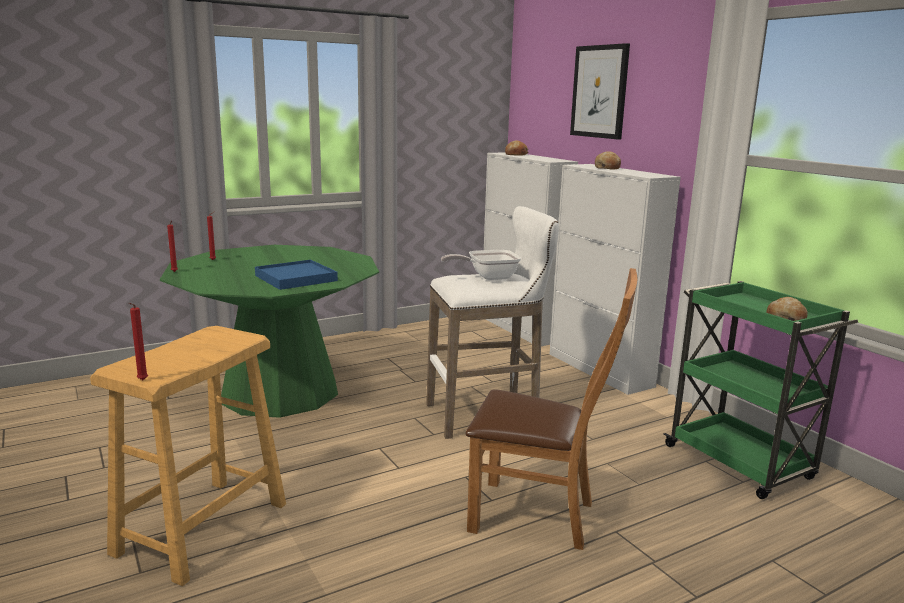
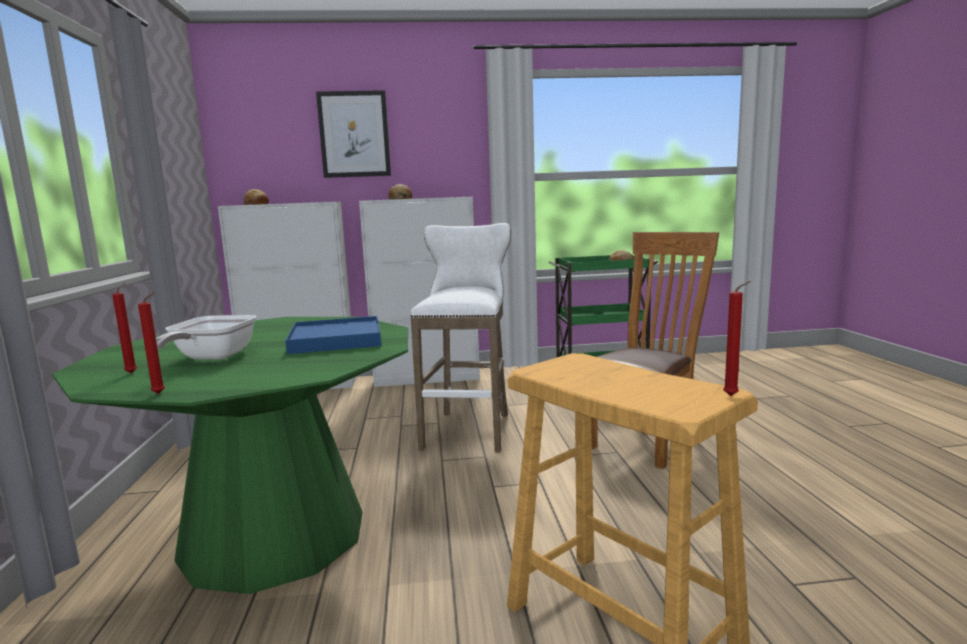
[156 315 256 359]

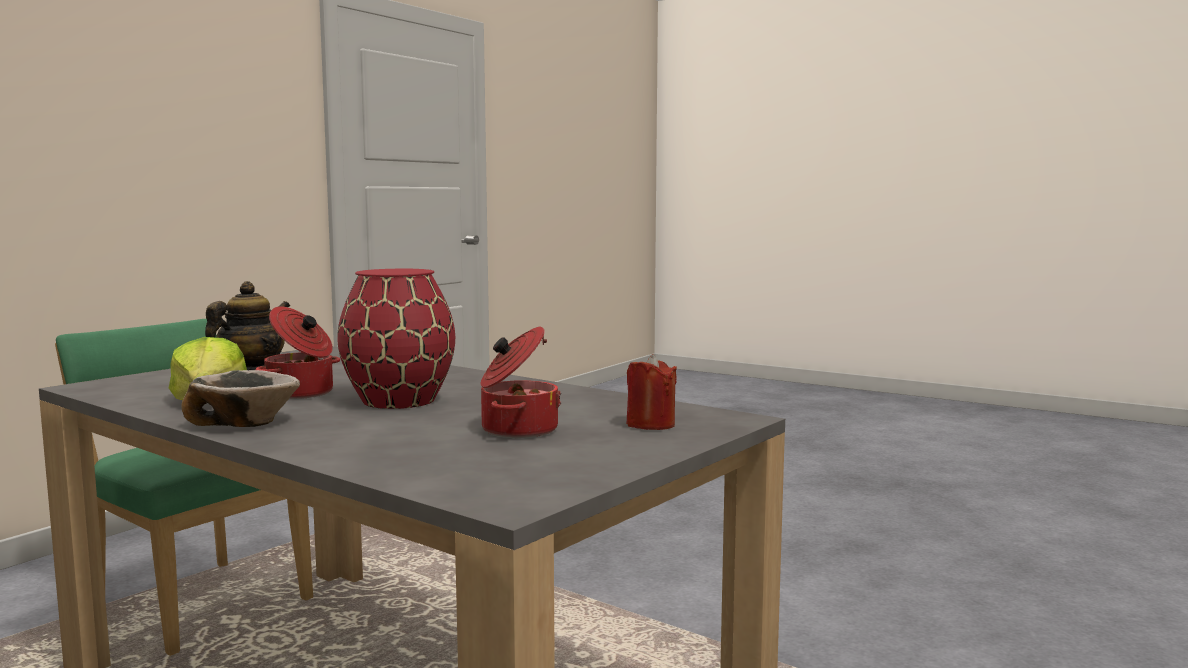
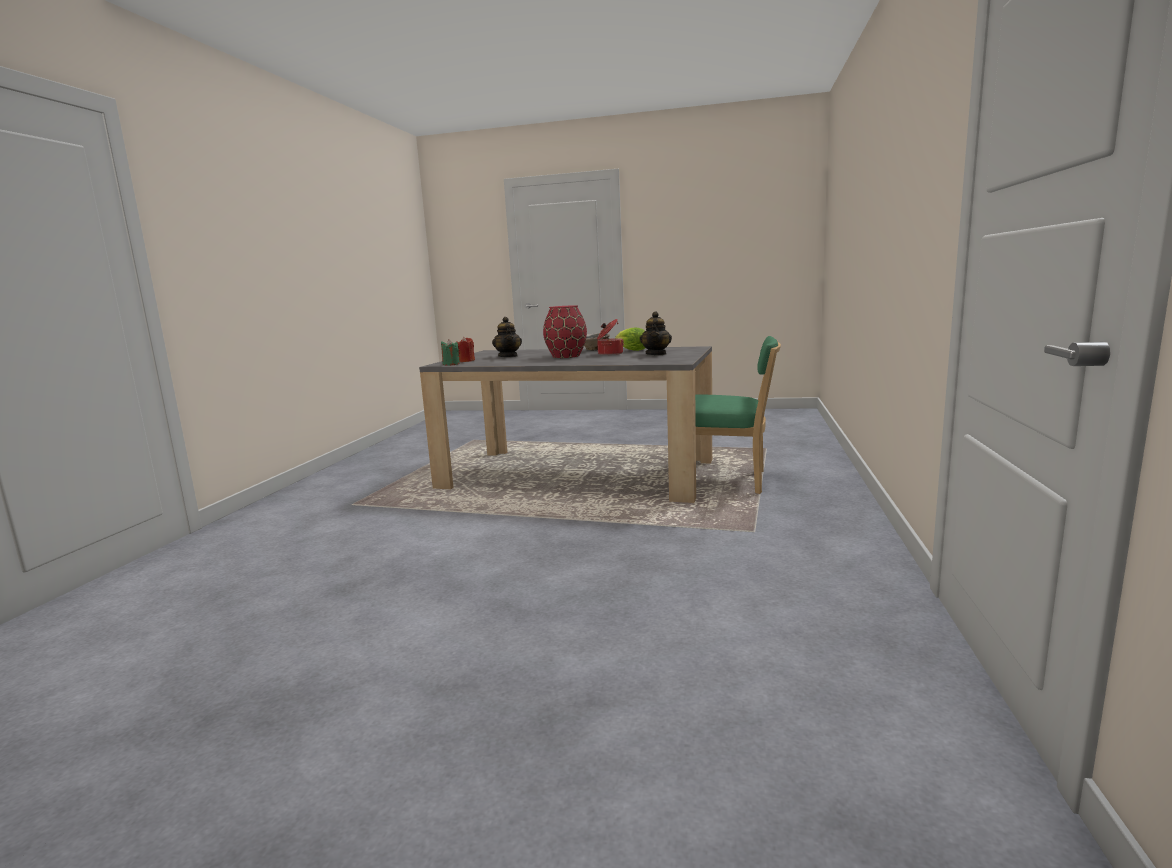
[492 317 522 357]
[441 339 460 366]

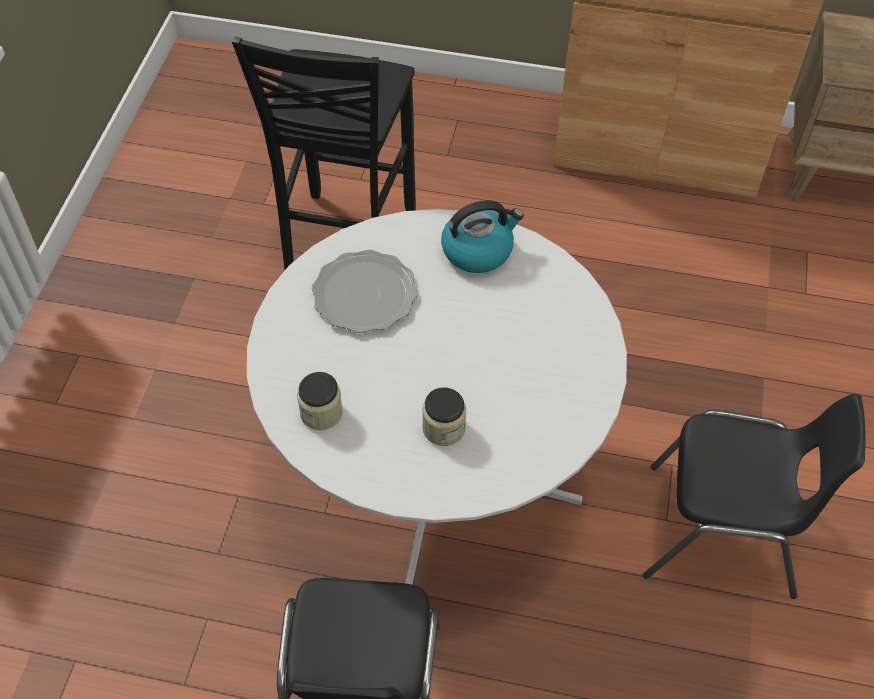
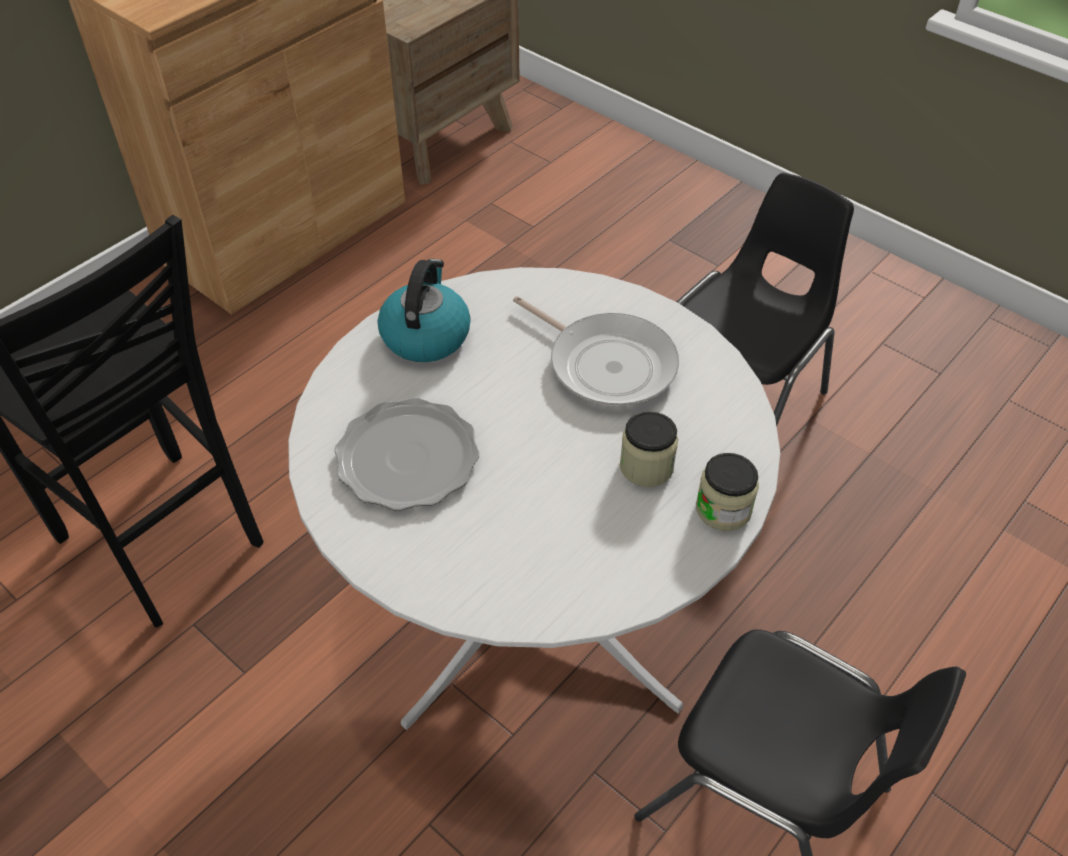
[696 453 759 531]
[513 296 679 406]

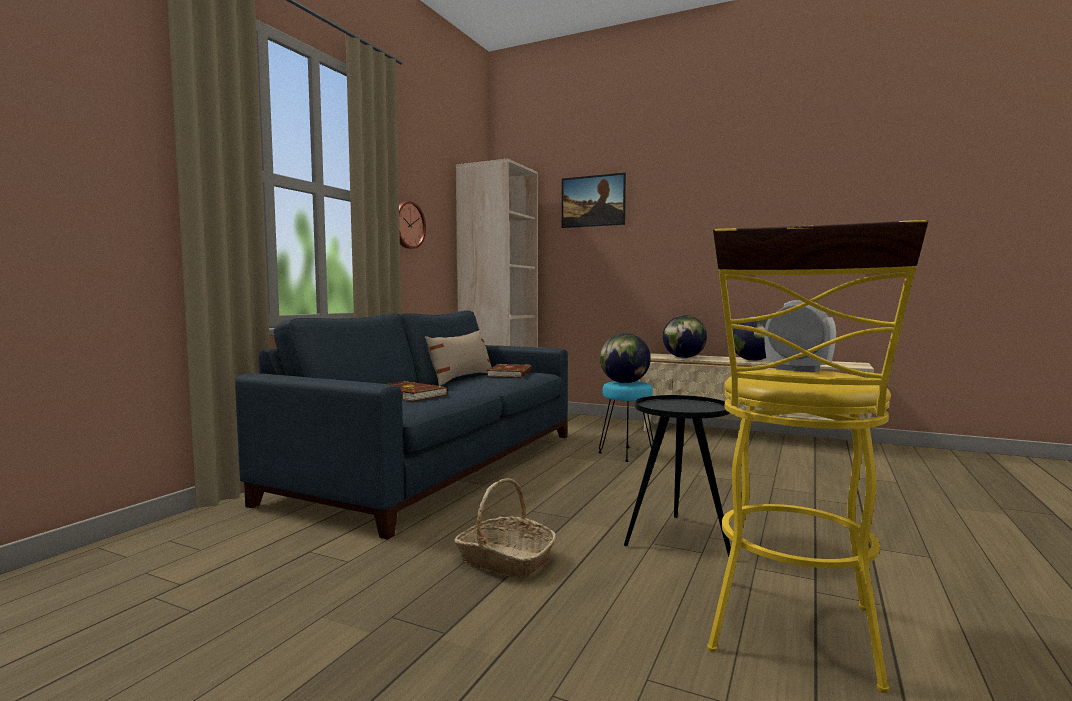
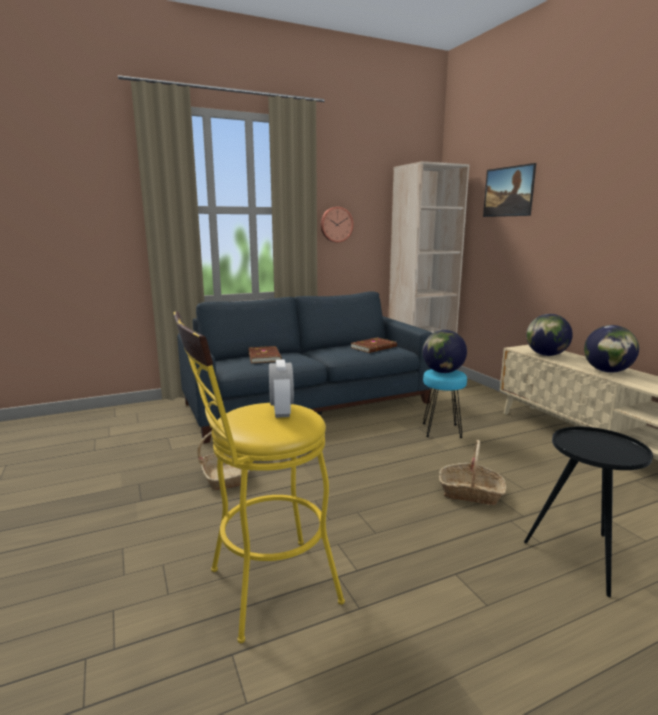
[425 330 492 386] (first image)
[524 427 653 597]
[439 440 507 505]

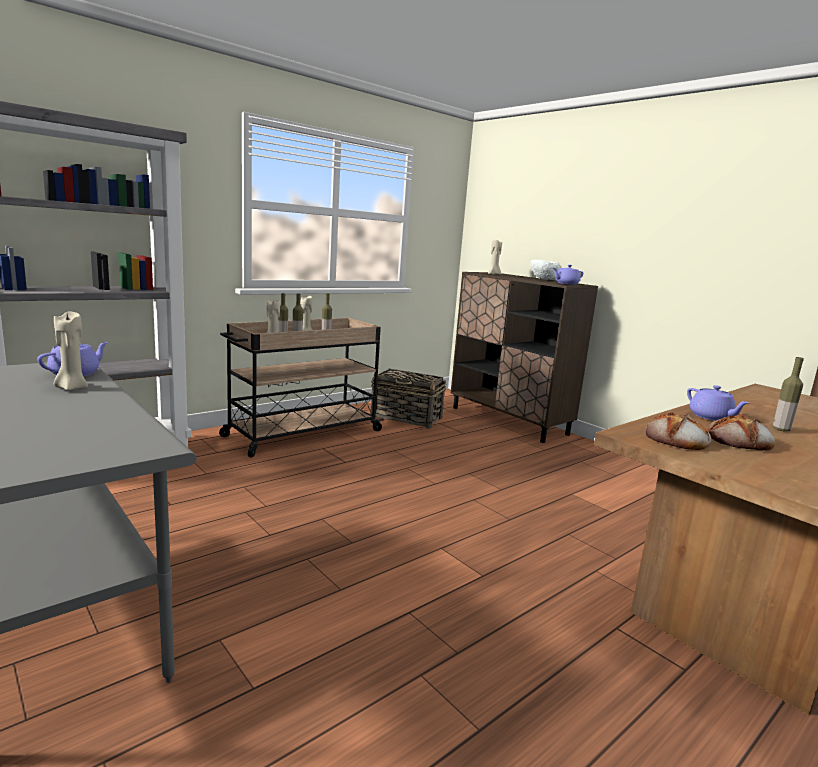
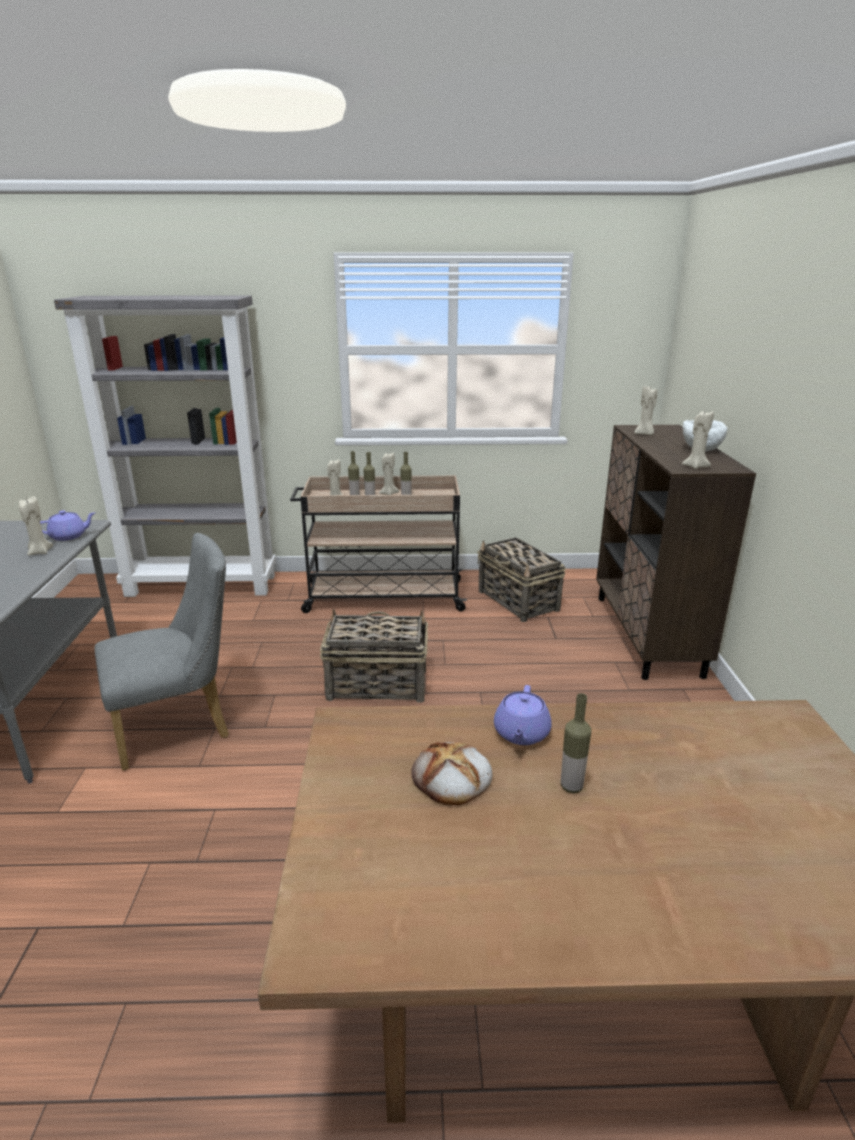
[682 411 714 469]
[646 412 711 450] (first image)
[94 533 229 771]
[320 609 428 703]

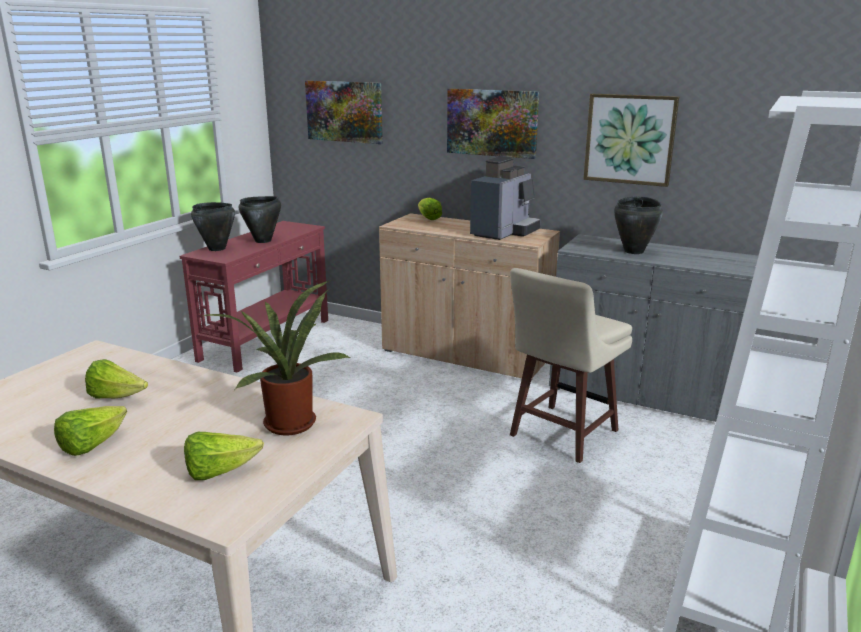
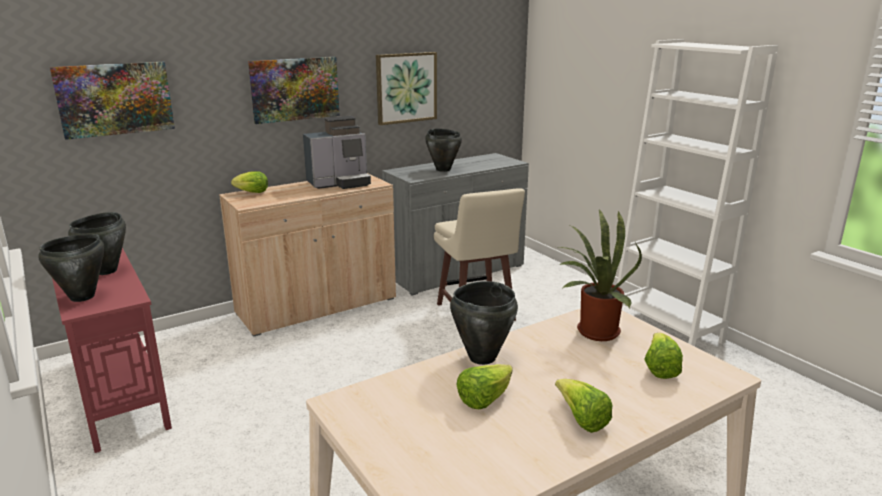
[303 116 371 189]
[450 281 518 365]

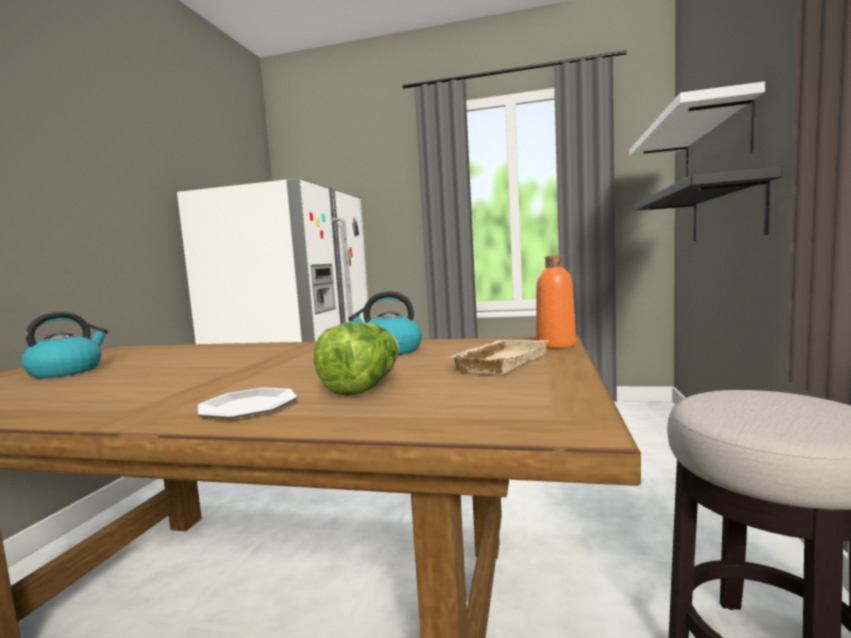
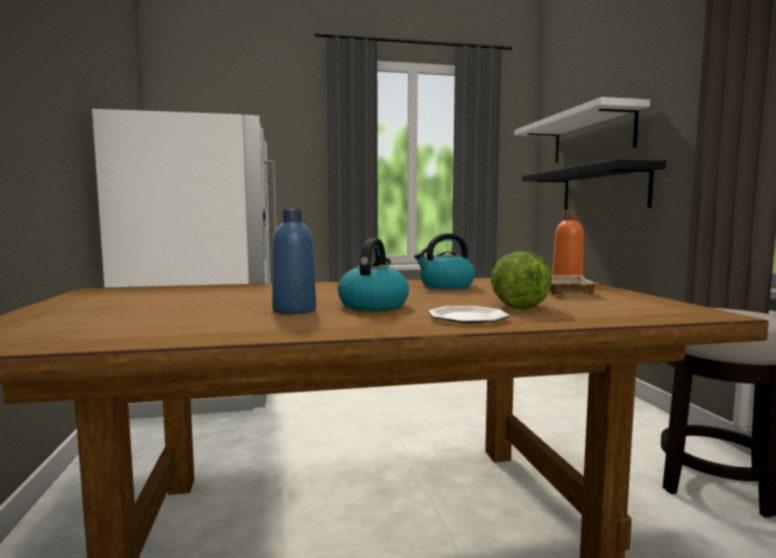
[338 238 409 311]
[272 209 316 314]

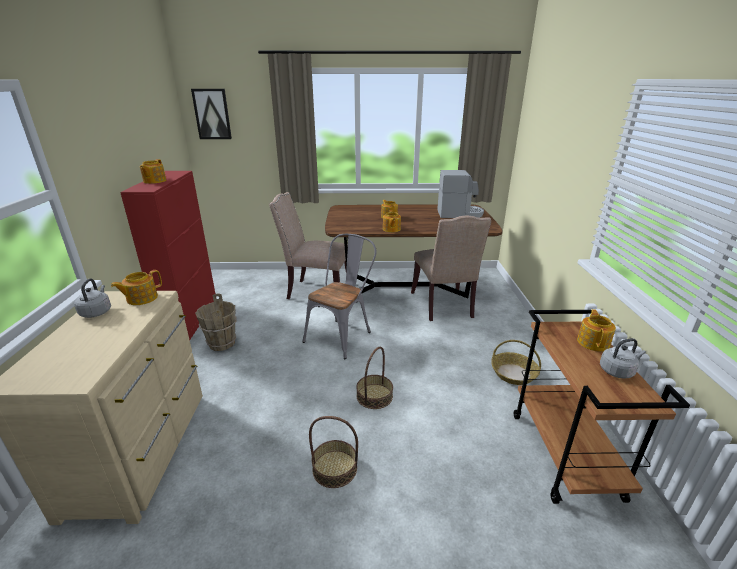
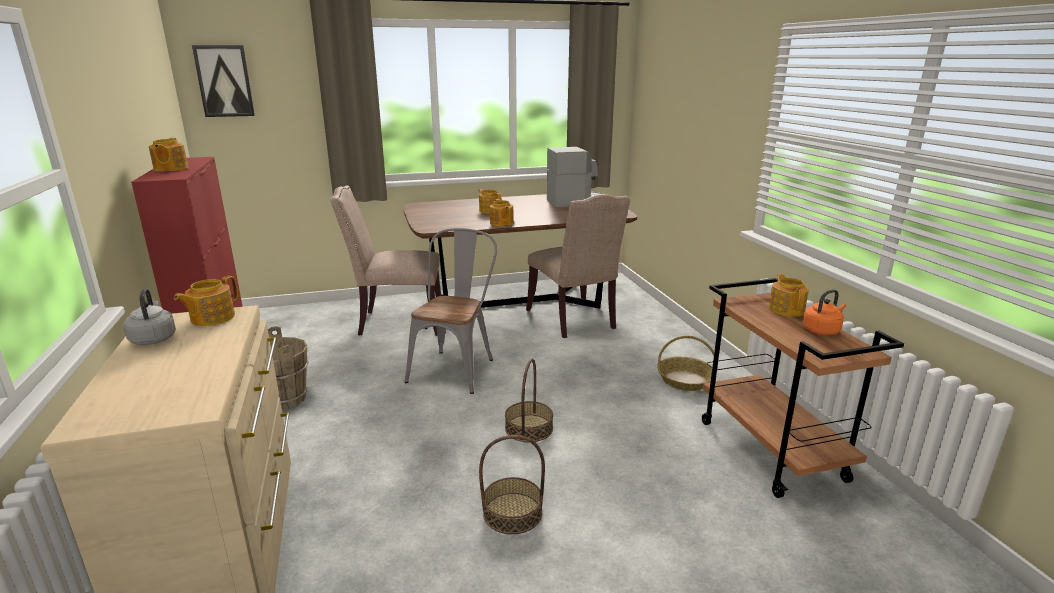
[802 289 846 335]

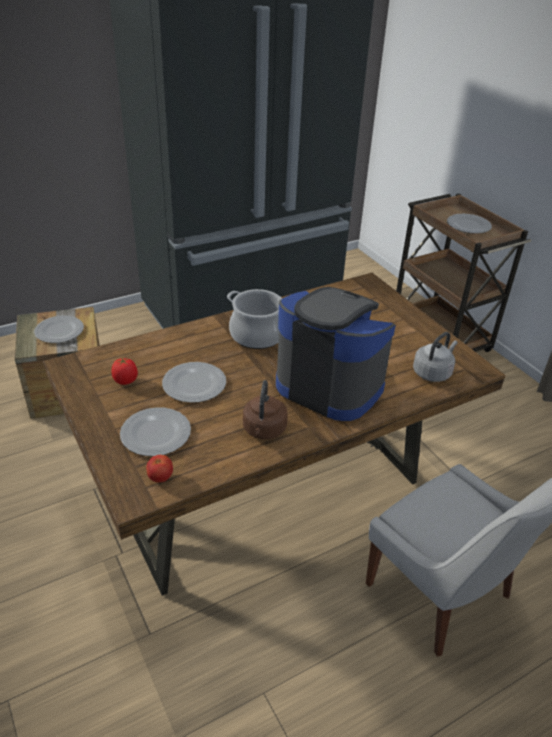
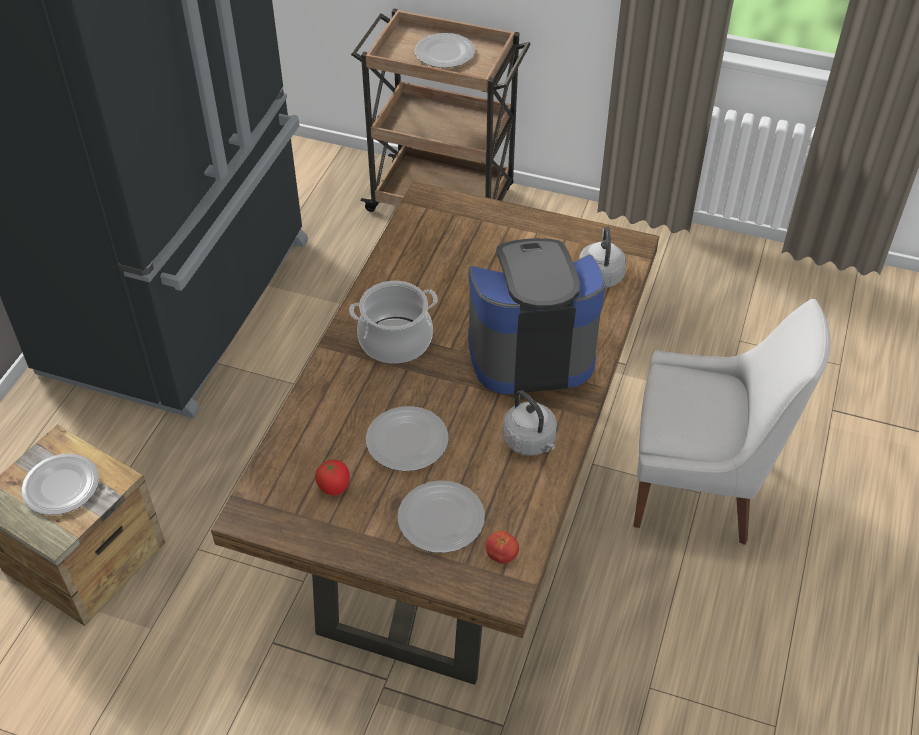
[503 390 557 456]

